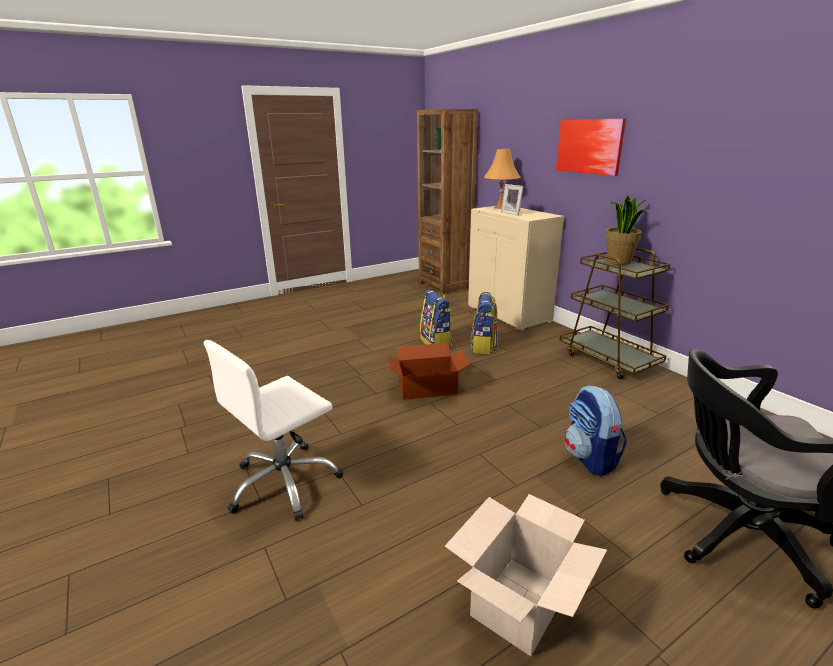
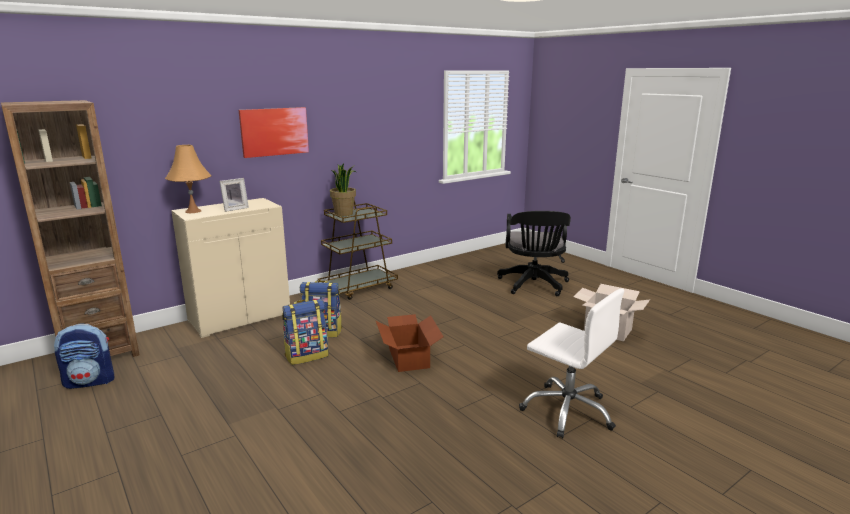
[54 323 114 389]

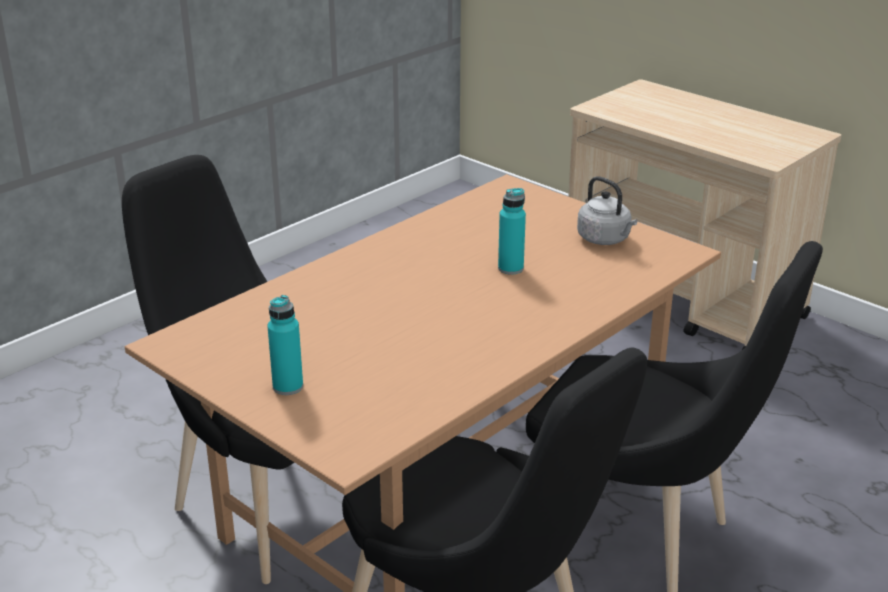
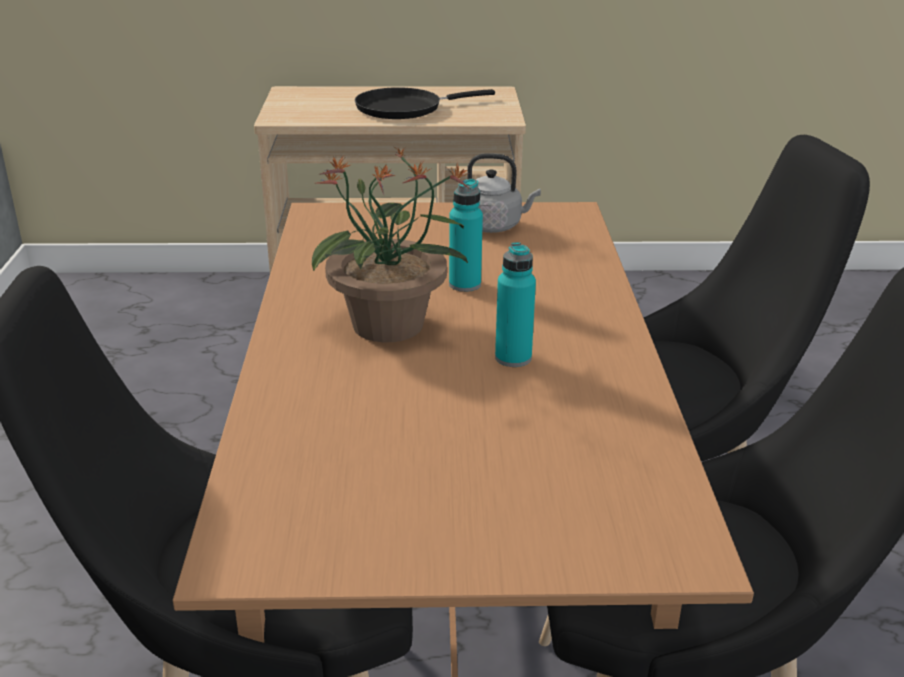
[495 242 536 367]
[312 147 470 342]
[355 87 495 119]

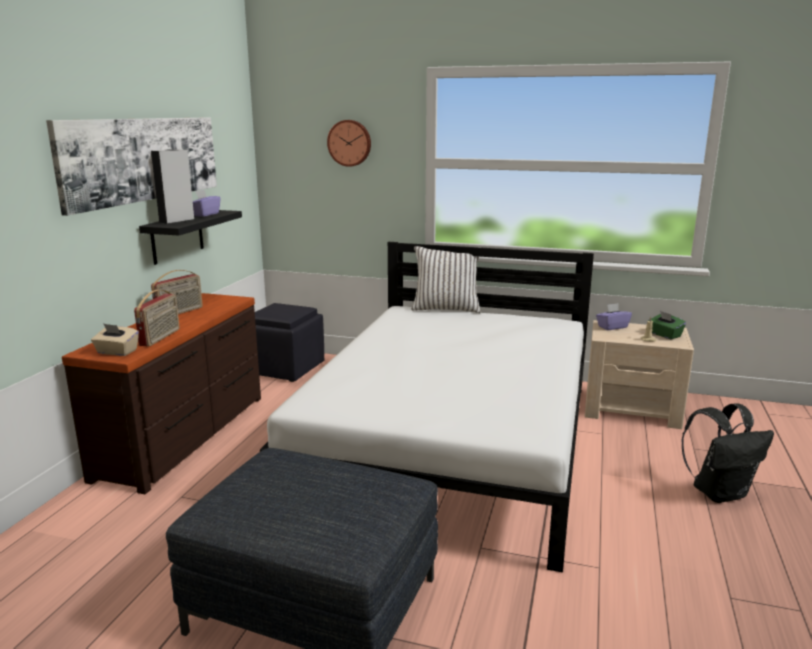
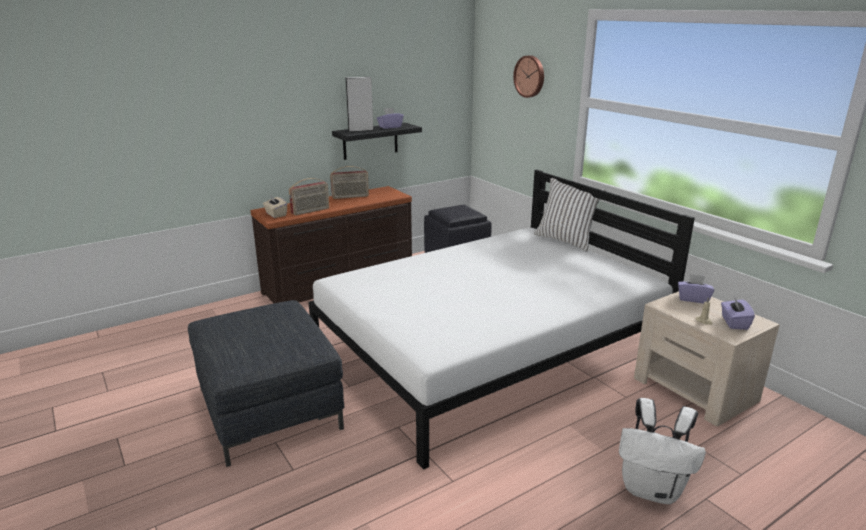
[46 117 217 216] (first image)
[721 296 755 330]
[619 398 706 504]

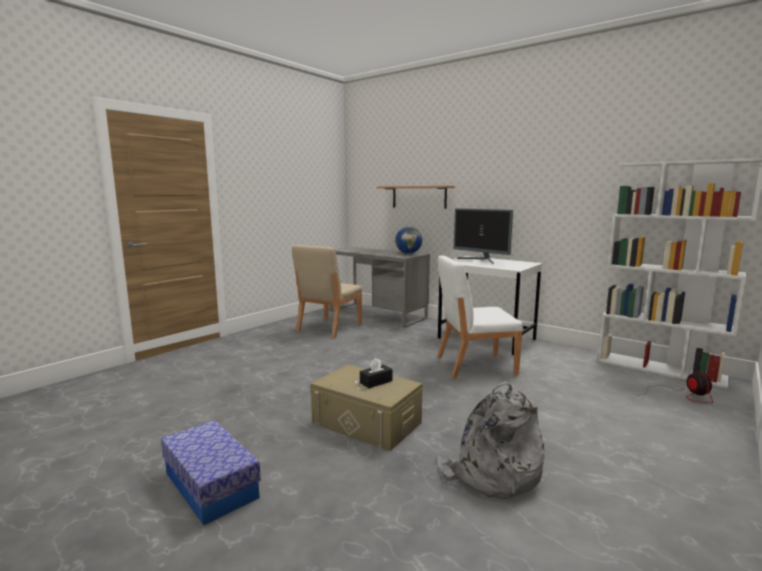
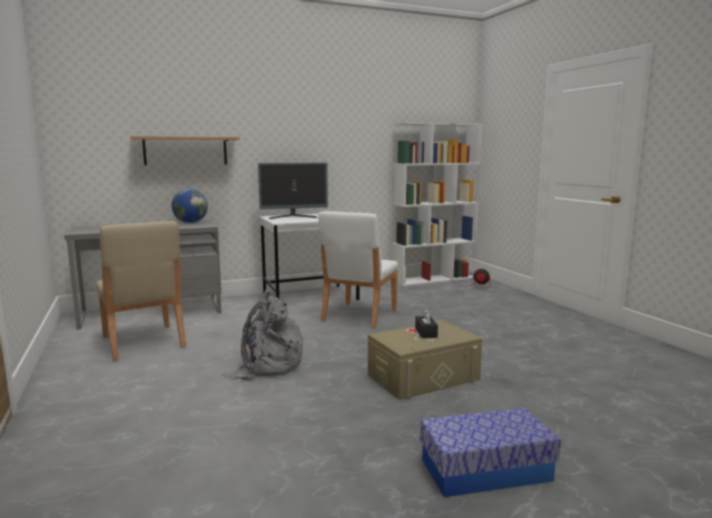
[223 289 303 381]

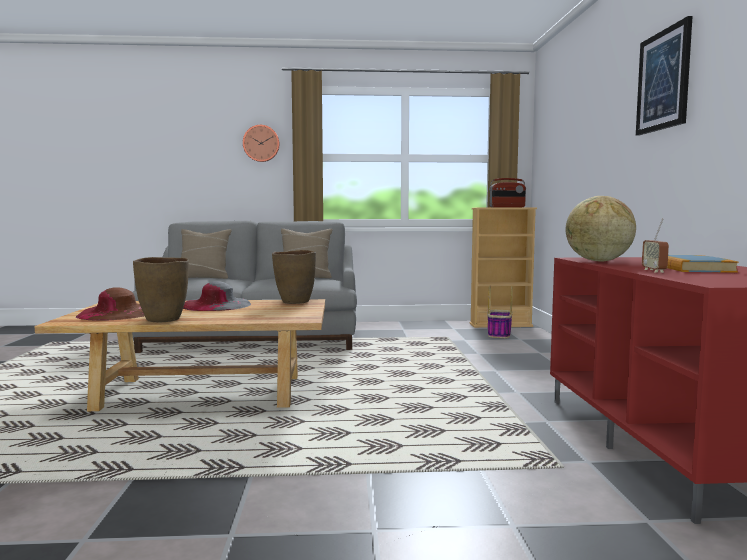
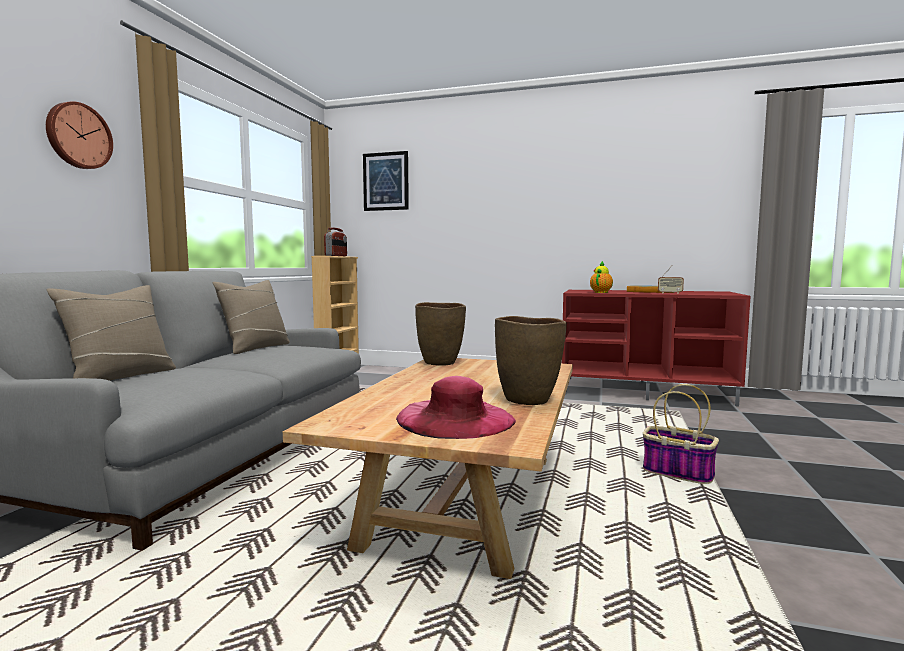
[396 376 516 439]
[183 281 251 311] (first image)
[643 384 719 484]
[590 261 613 293]
[363 151 409 211]

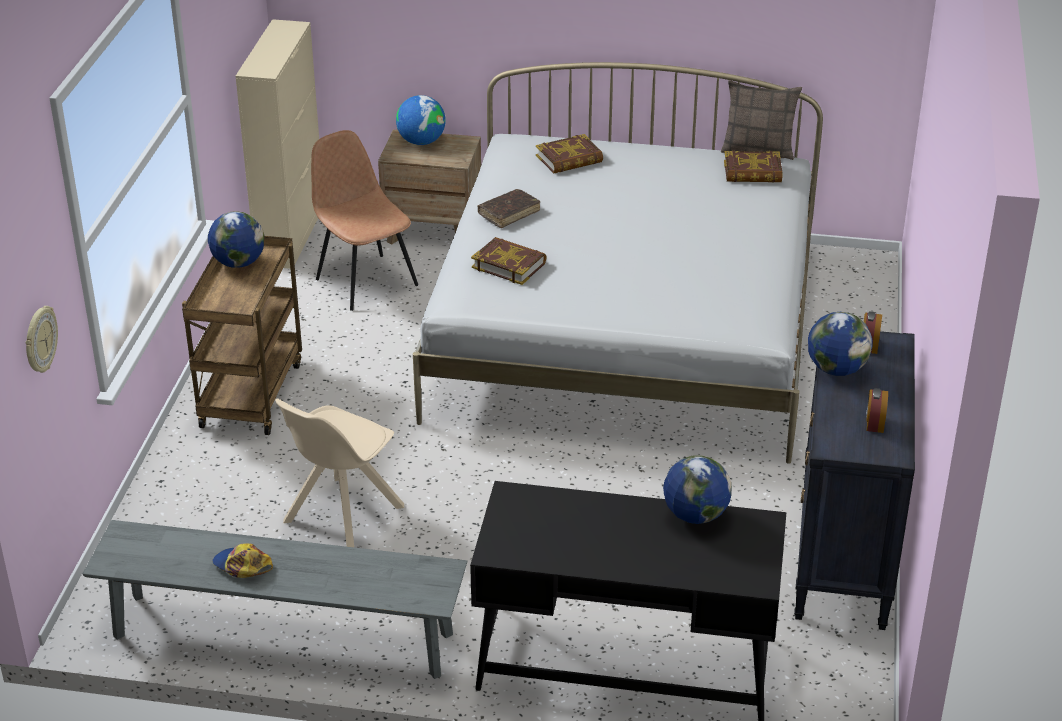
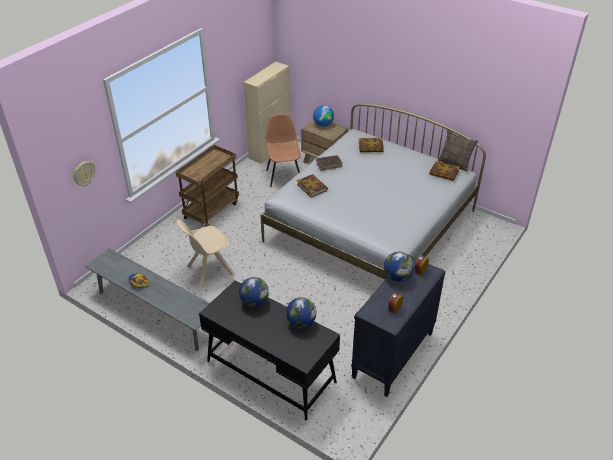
[239 277 269 307]

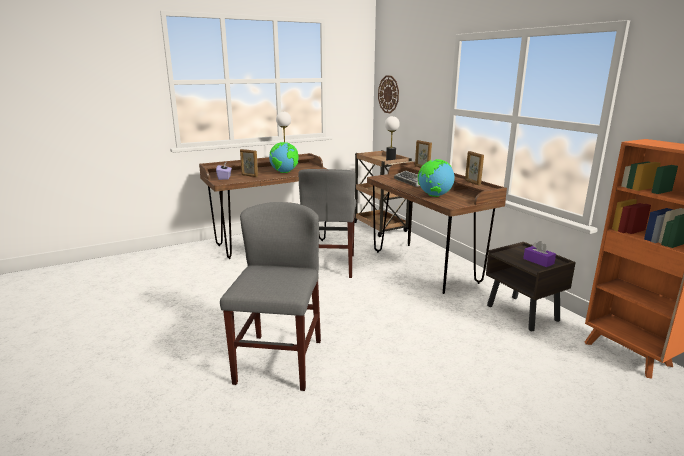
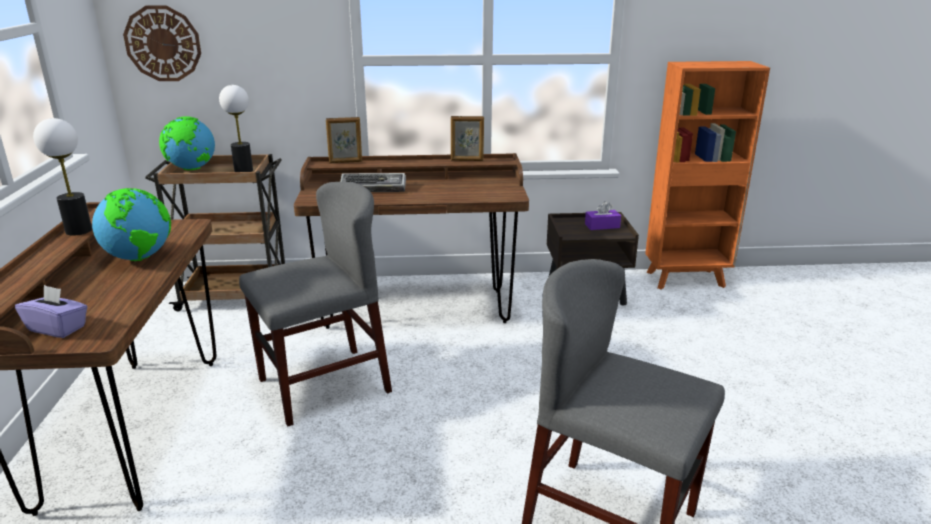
[240 149 258 177] (first image)
[239 182 392 426]
[159 116 215 170]

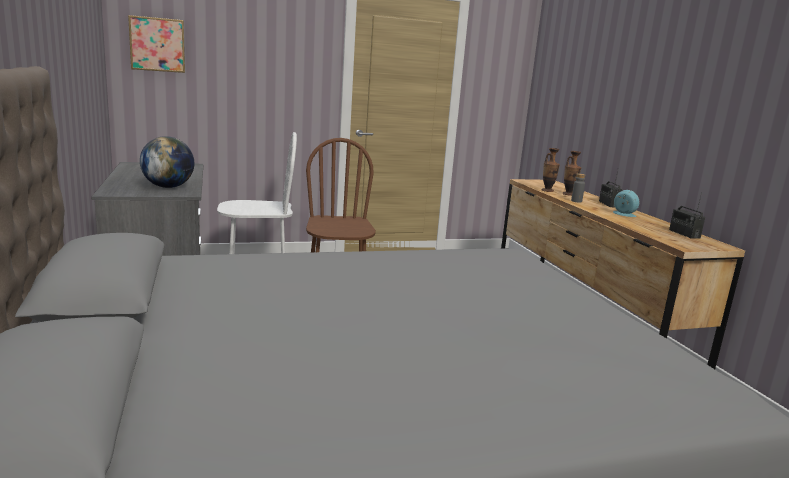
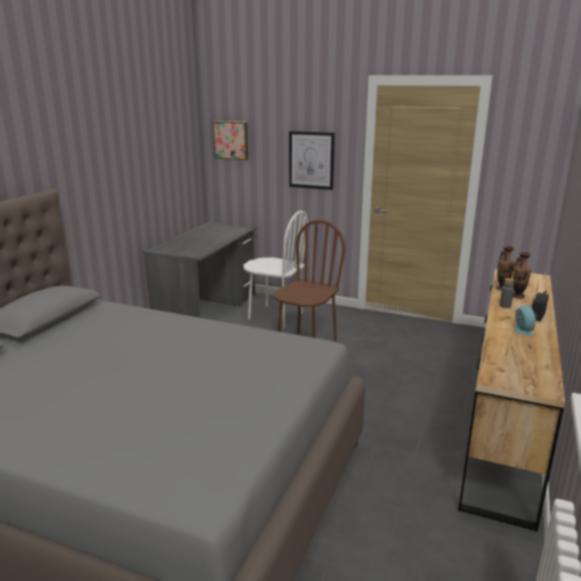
[140 136 194 188] (first image)
[669 192 705 239] (first image)
[289 131 335 190]

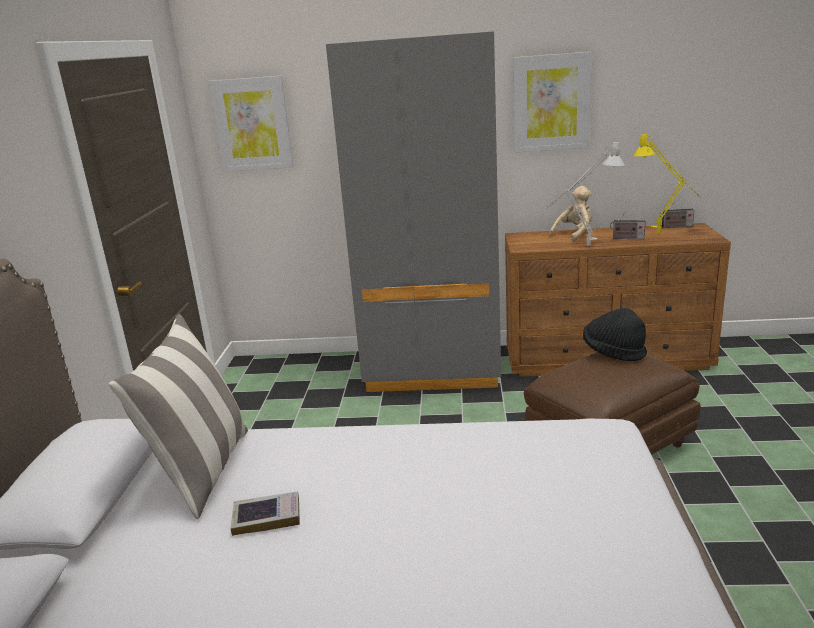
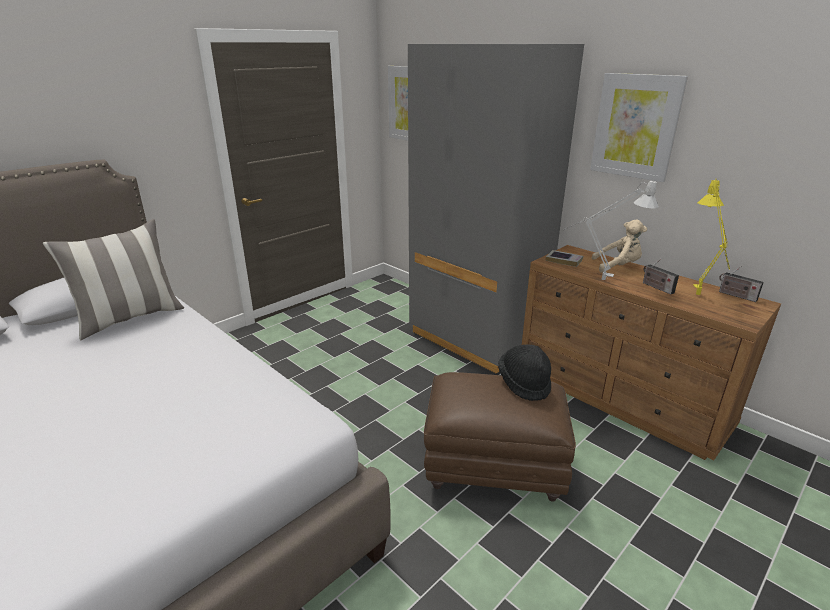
[545 250 583 267]

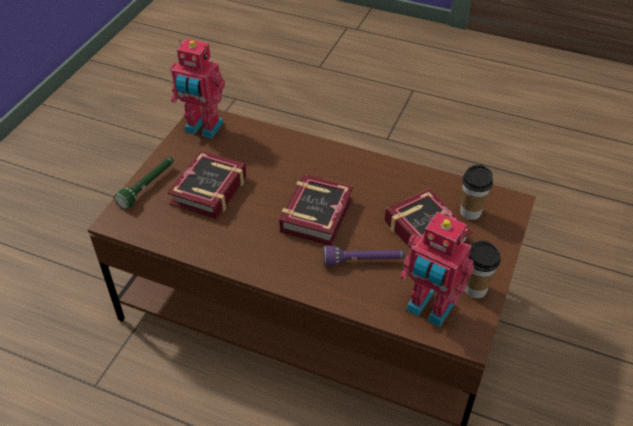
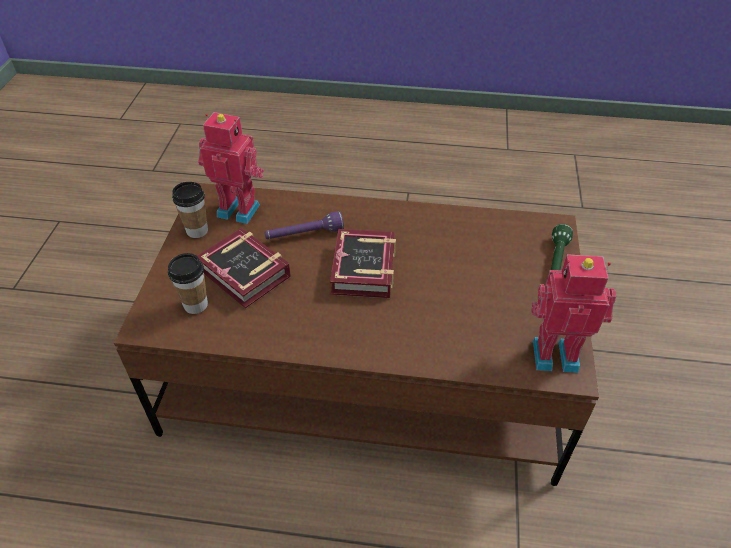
[167 150 247 219] (first image)

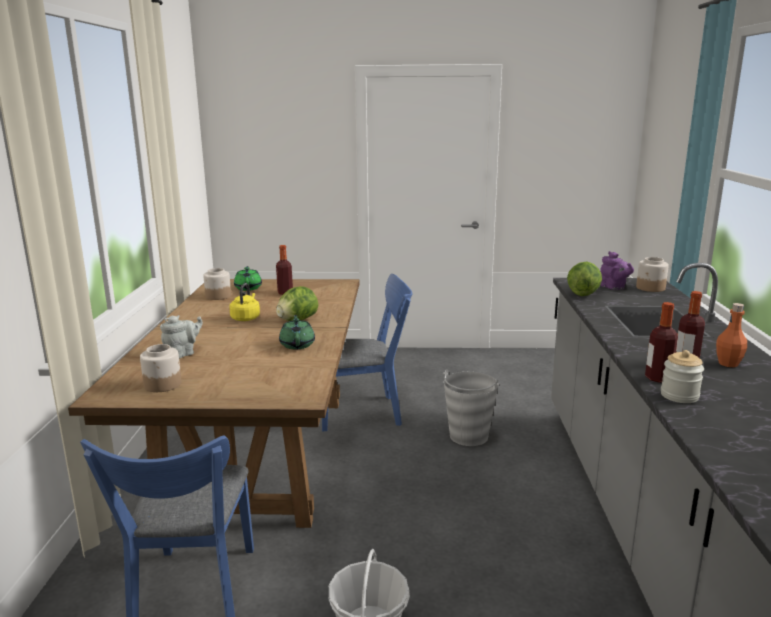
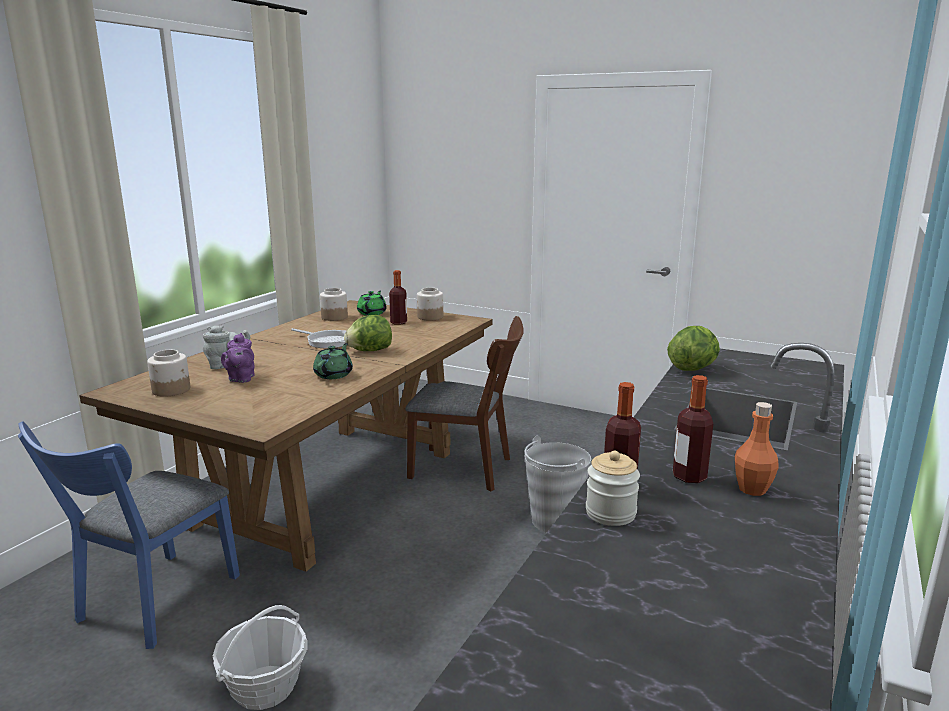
[291 328 346 348]
[405 316 524 491]
[221 333 255 383]
[417 288 443 321]

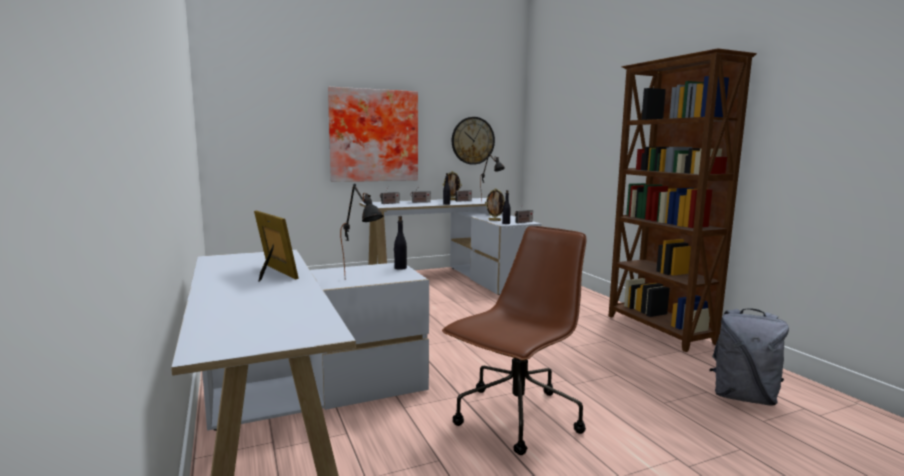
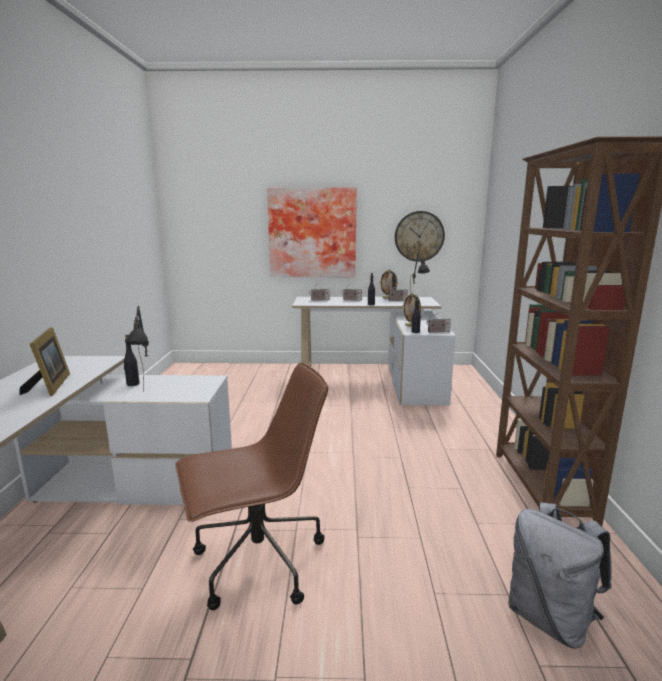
[124 334 140 386]

